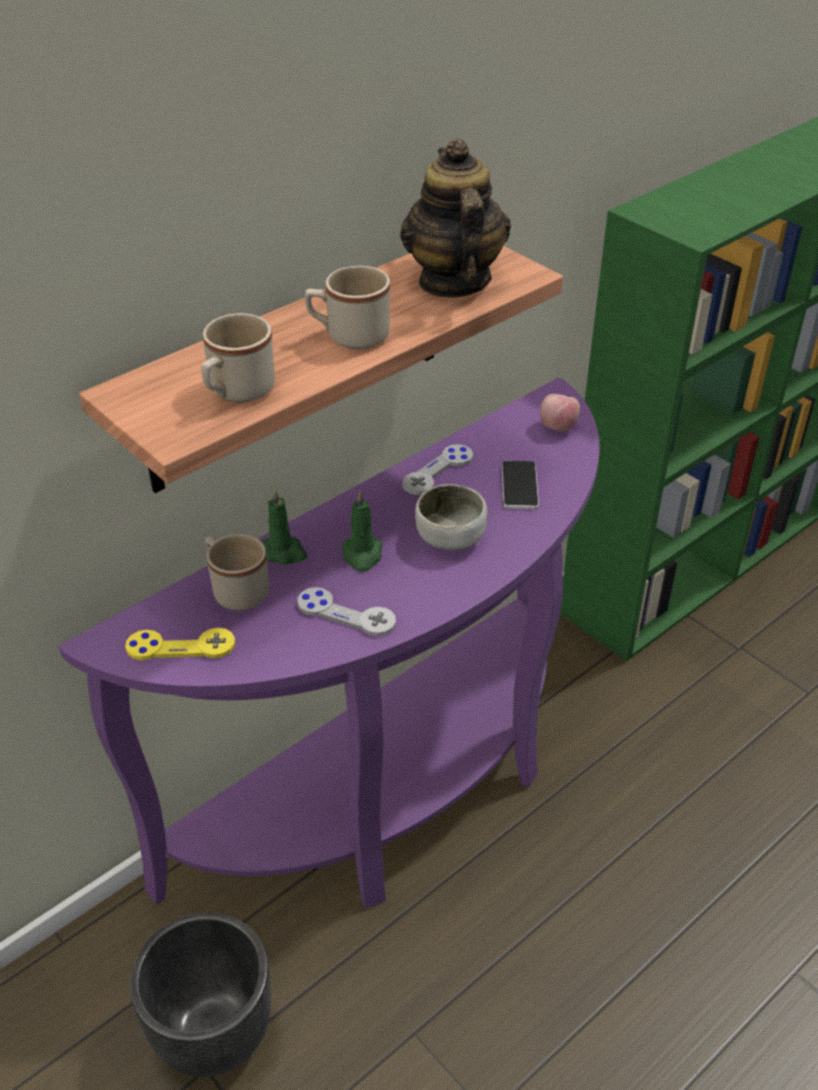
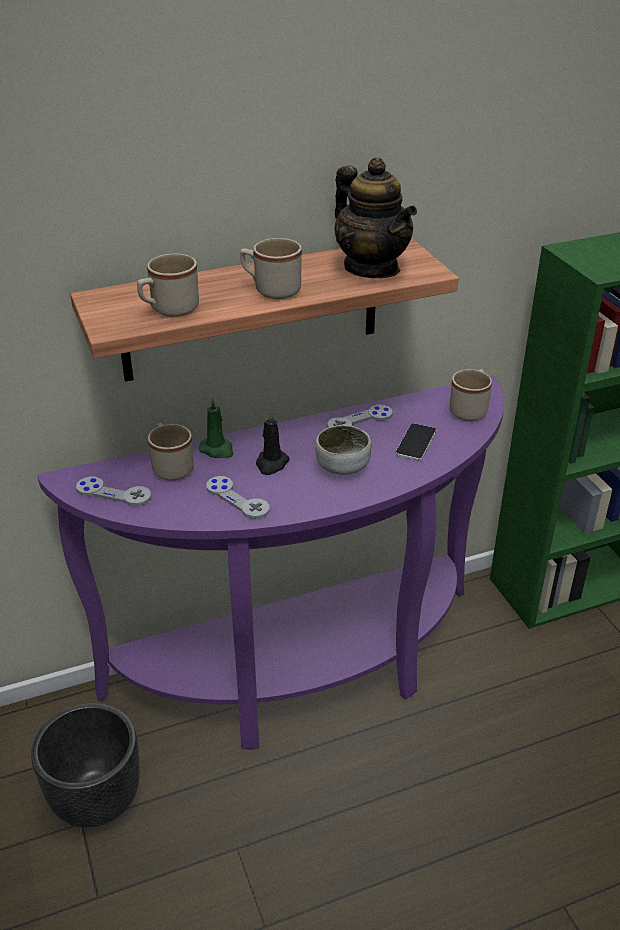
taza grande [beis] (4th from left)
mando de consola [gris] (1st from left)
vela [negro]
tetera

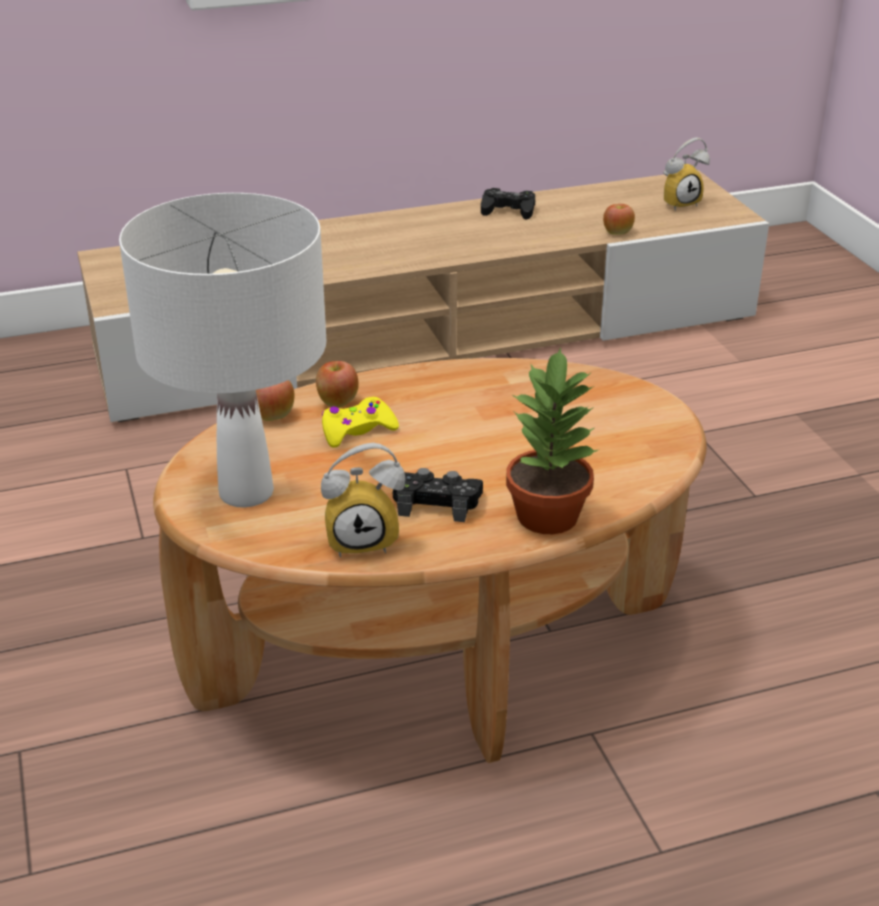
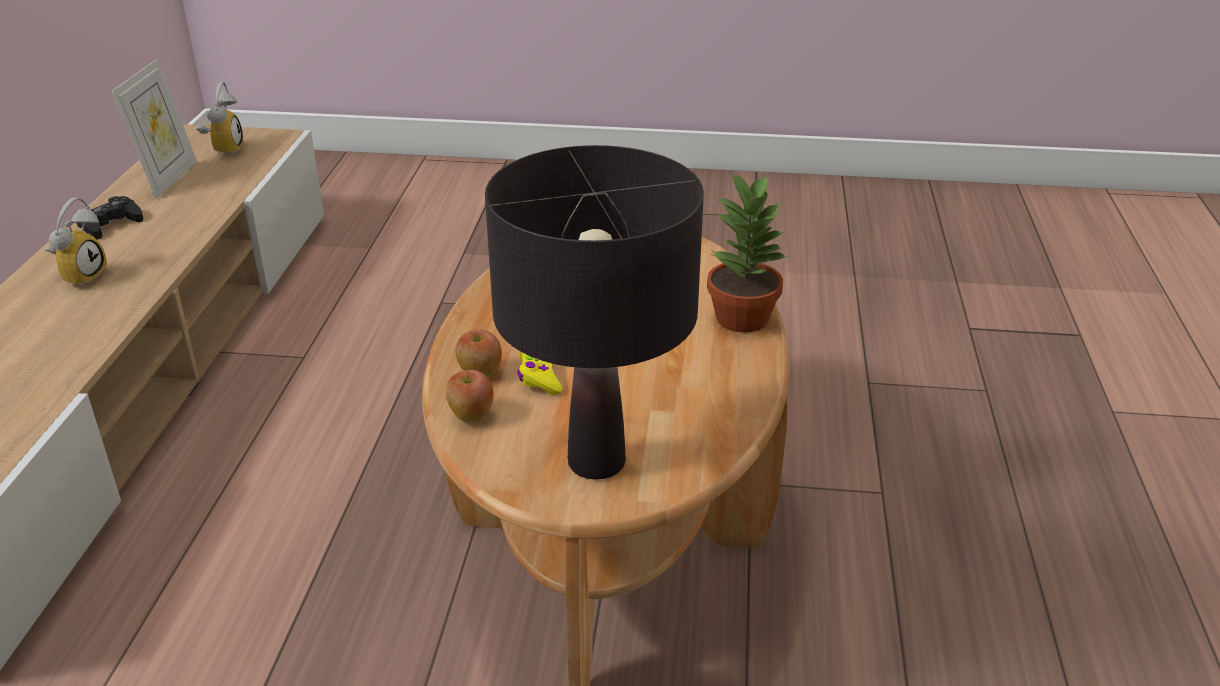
mando de consola [negro] (1st from left in the first image)
manzana (3rd from left in the first image)
portarretratos
despertador (1st from left)
lámpara de mesa [negro]

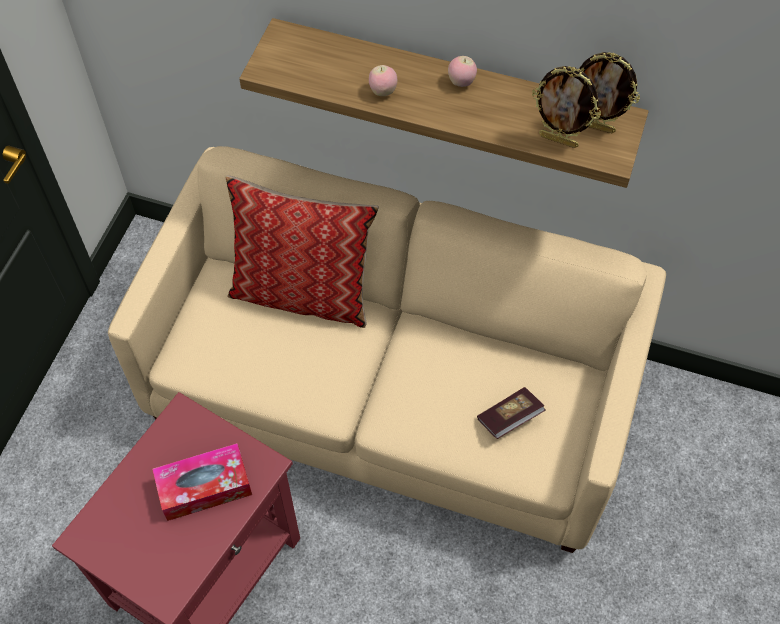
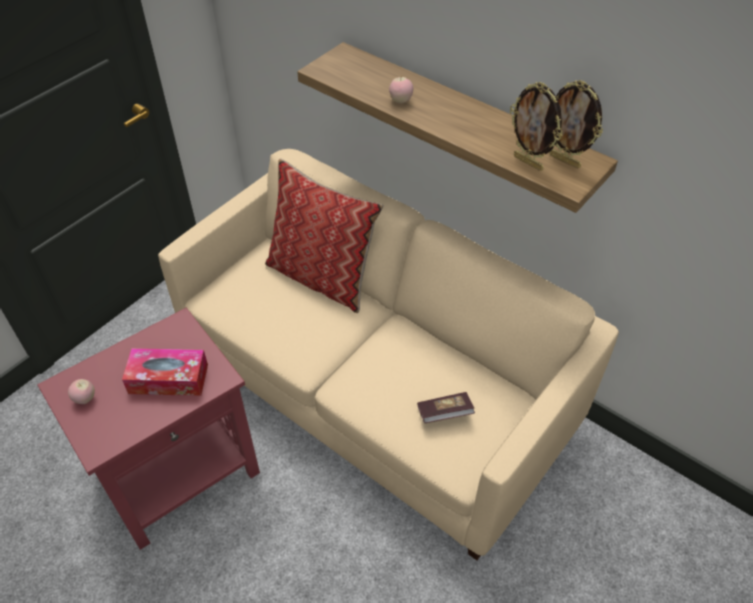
manzana (1st from left)

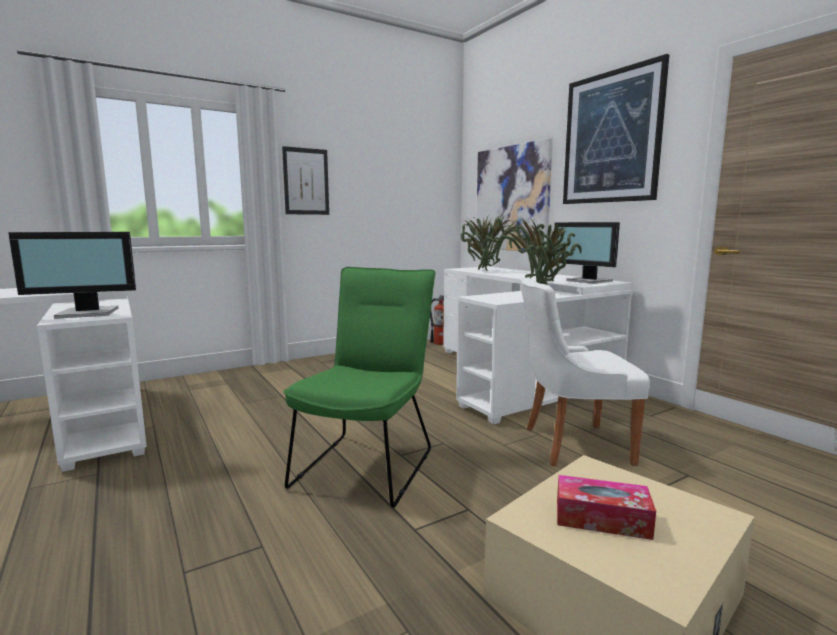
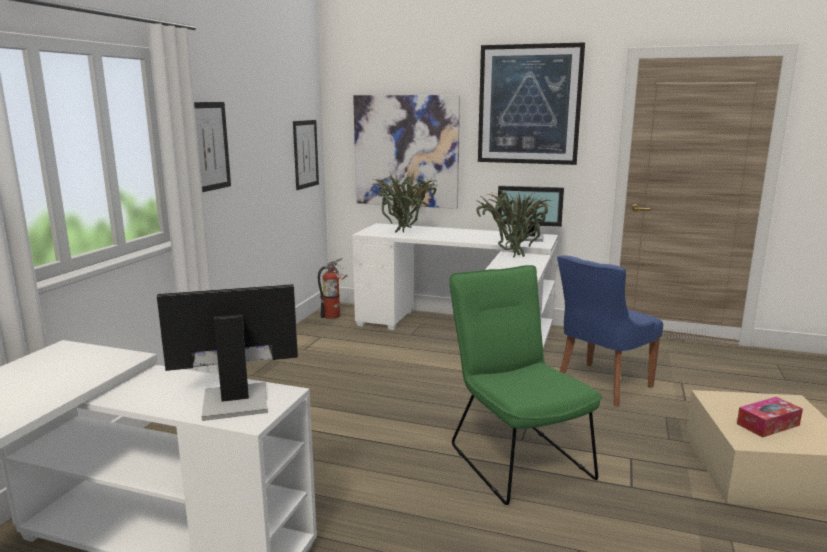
cuadro (2nd from left)
silla [azul]
monitor (1st from left)

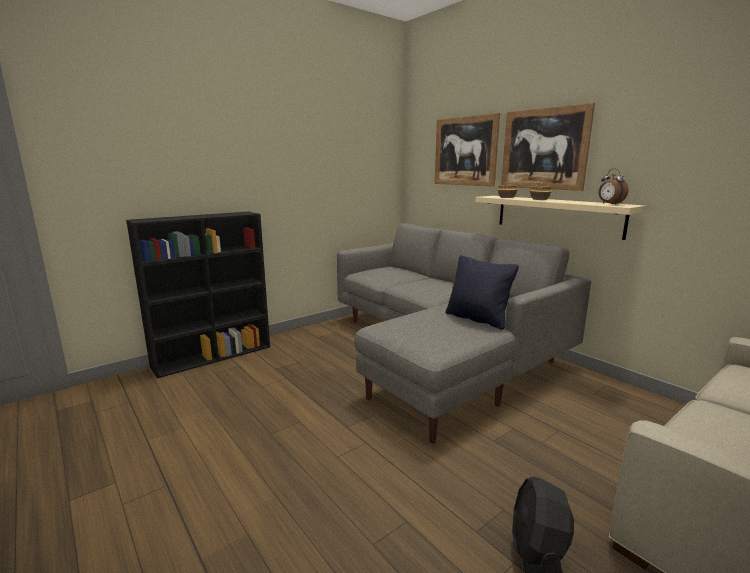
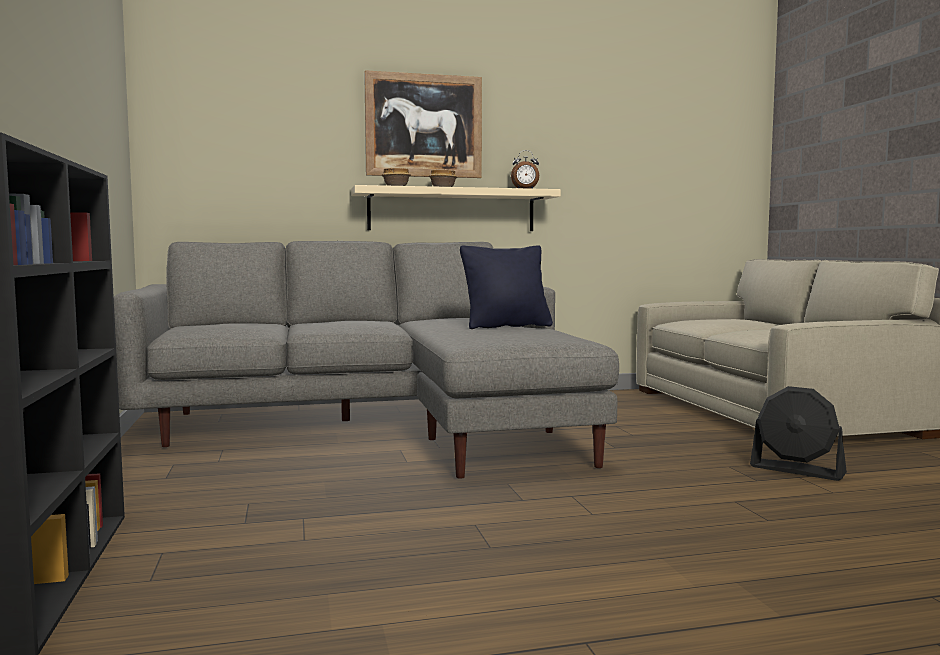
cuadro (1st from left in the first image)

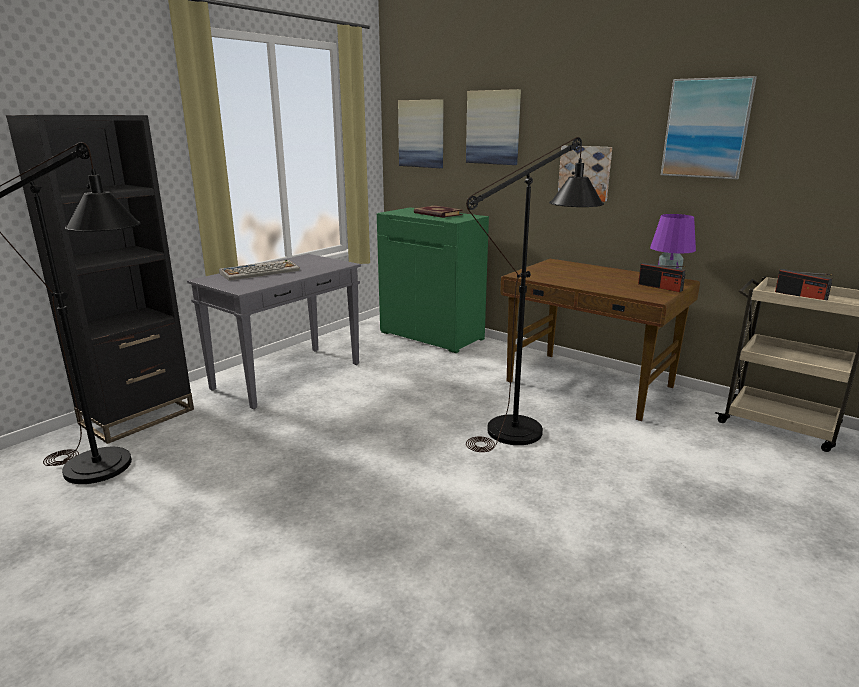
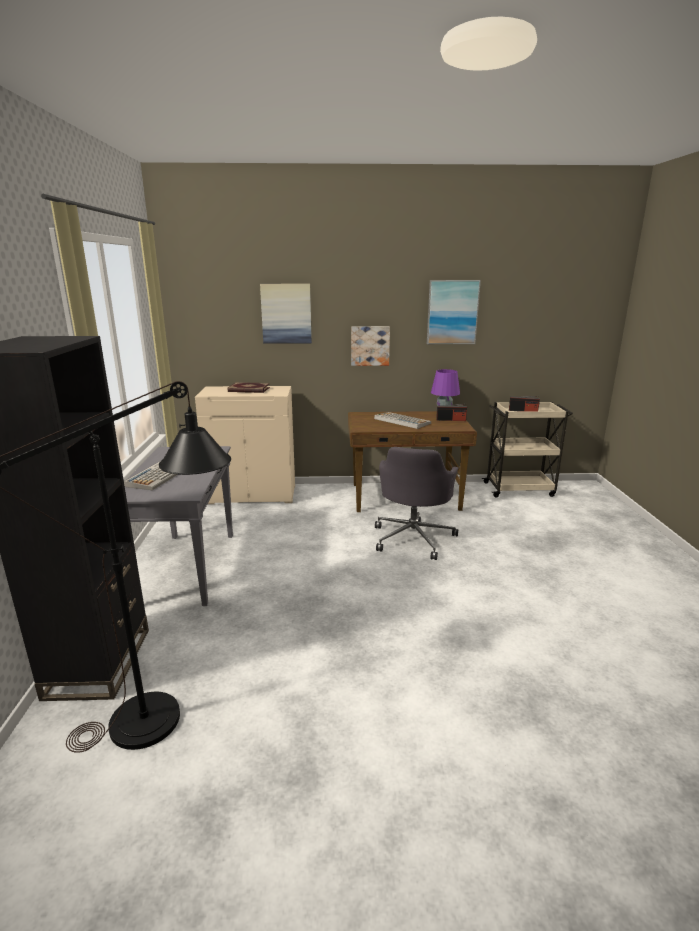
cuadro (1st from left in the first image)
teclado (2nd from left)
silla de oficina [gris]
armario [beis]

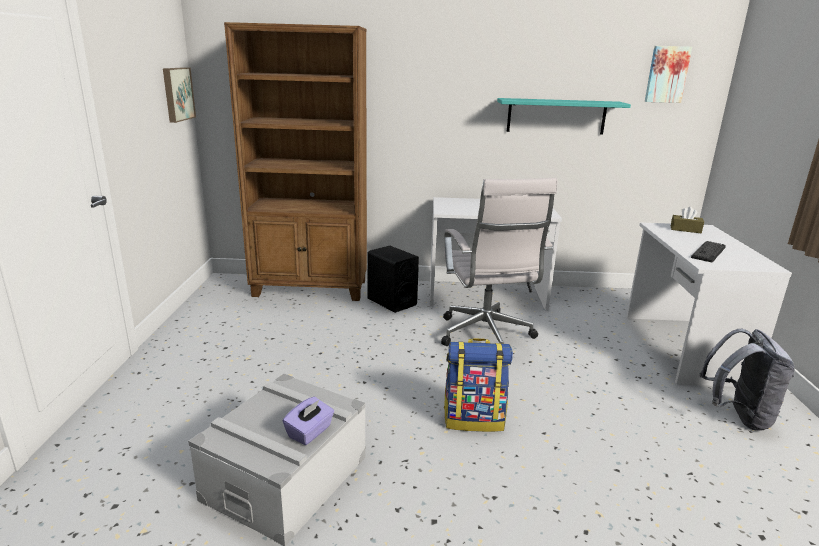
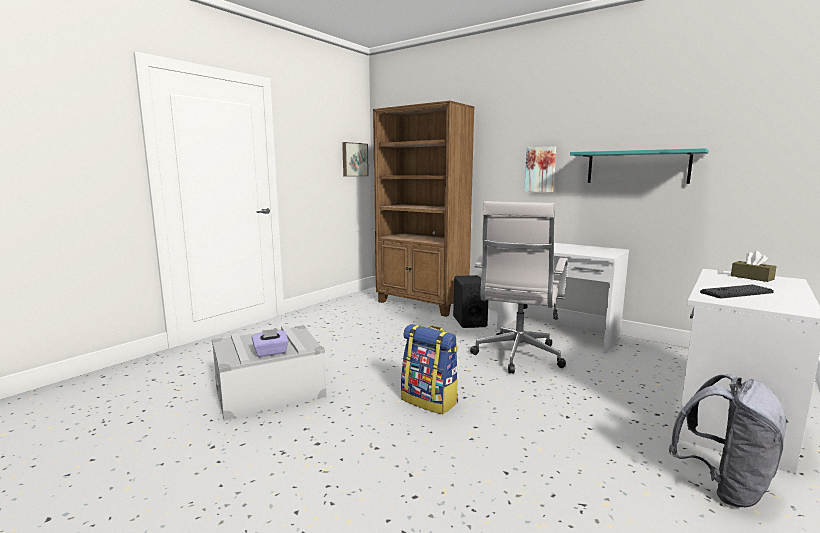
cuadro (2nd from left)

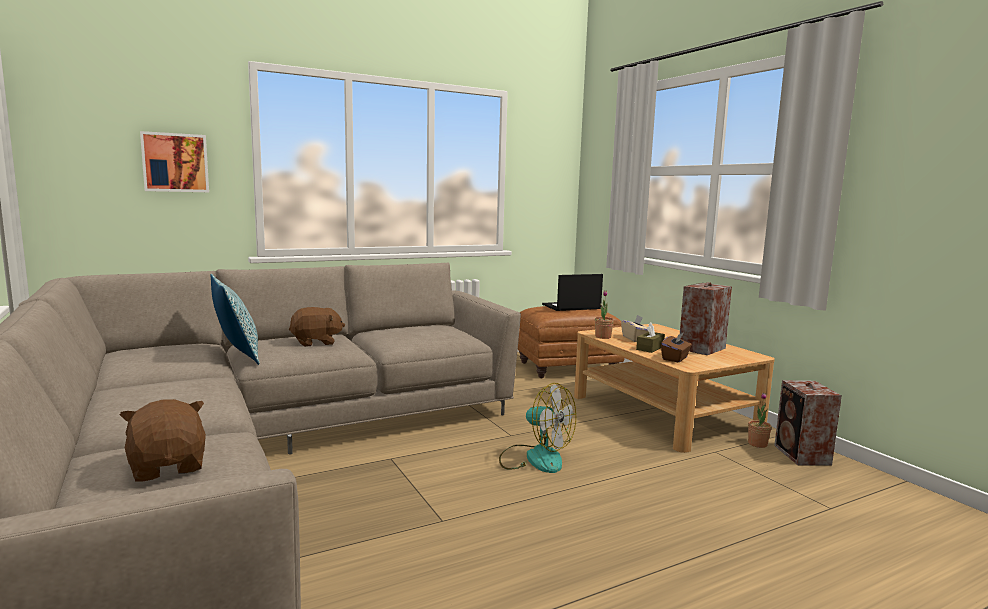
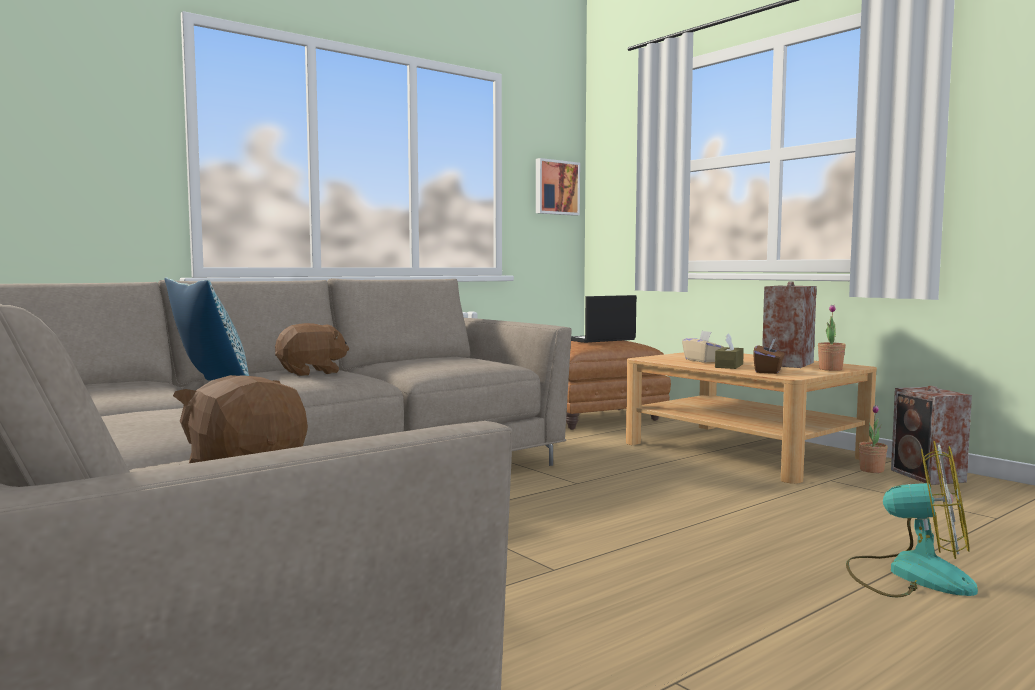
cuadro
ventilador
planta en maceta (1st from left)

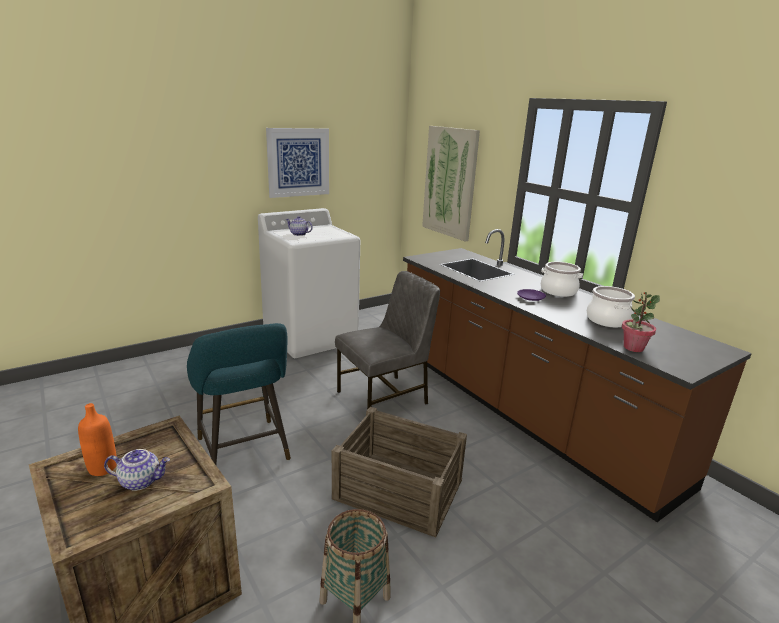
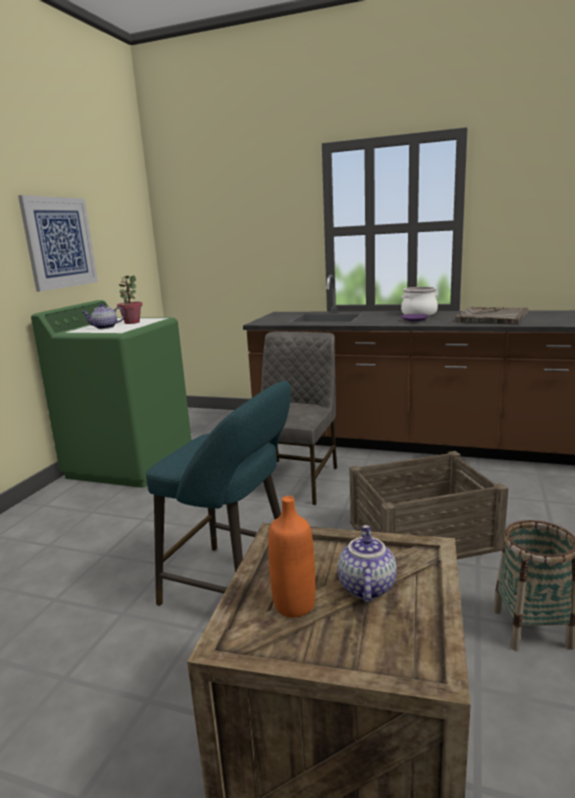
cuadro (2nd from left in the first image)
planta en maceta
bandeja [gris]
lavadora [verde]
tetera (2nd from left)

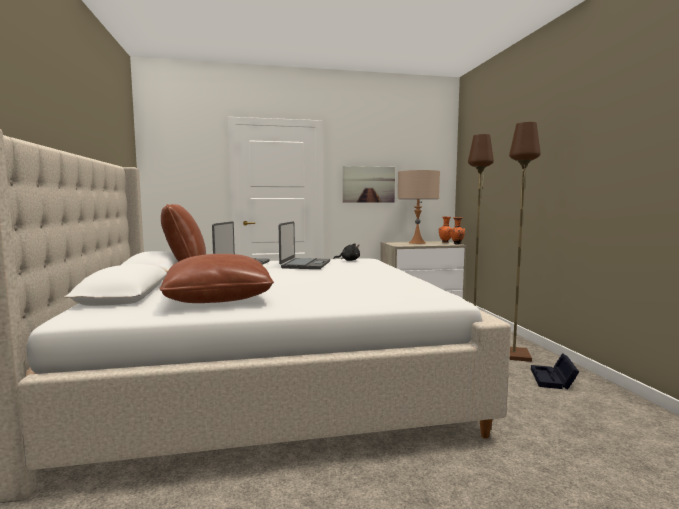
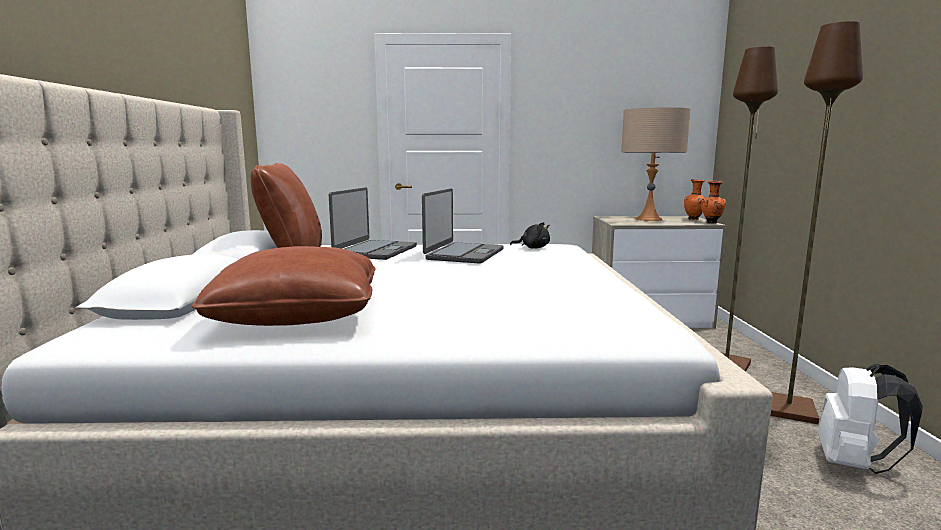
cuadro
mochila [blanco]

